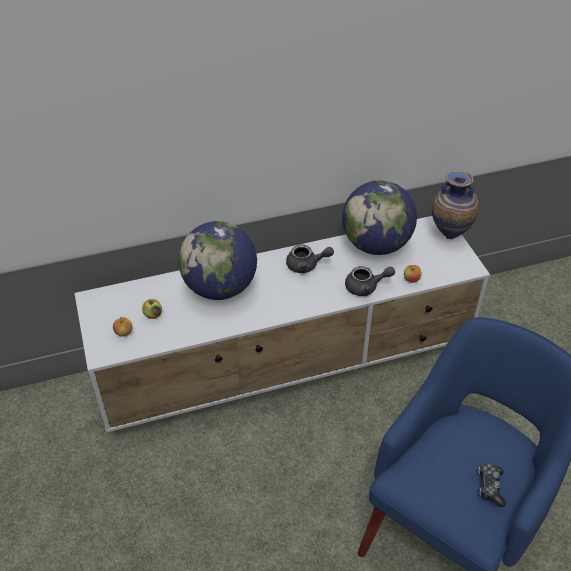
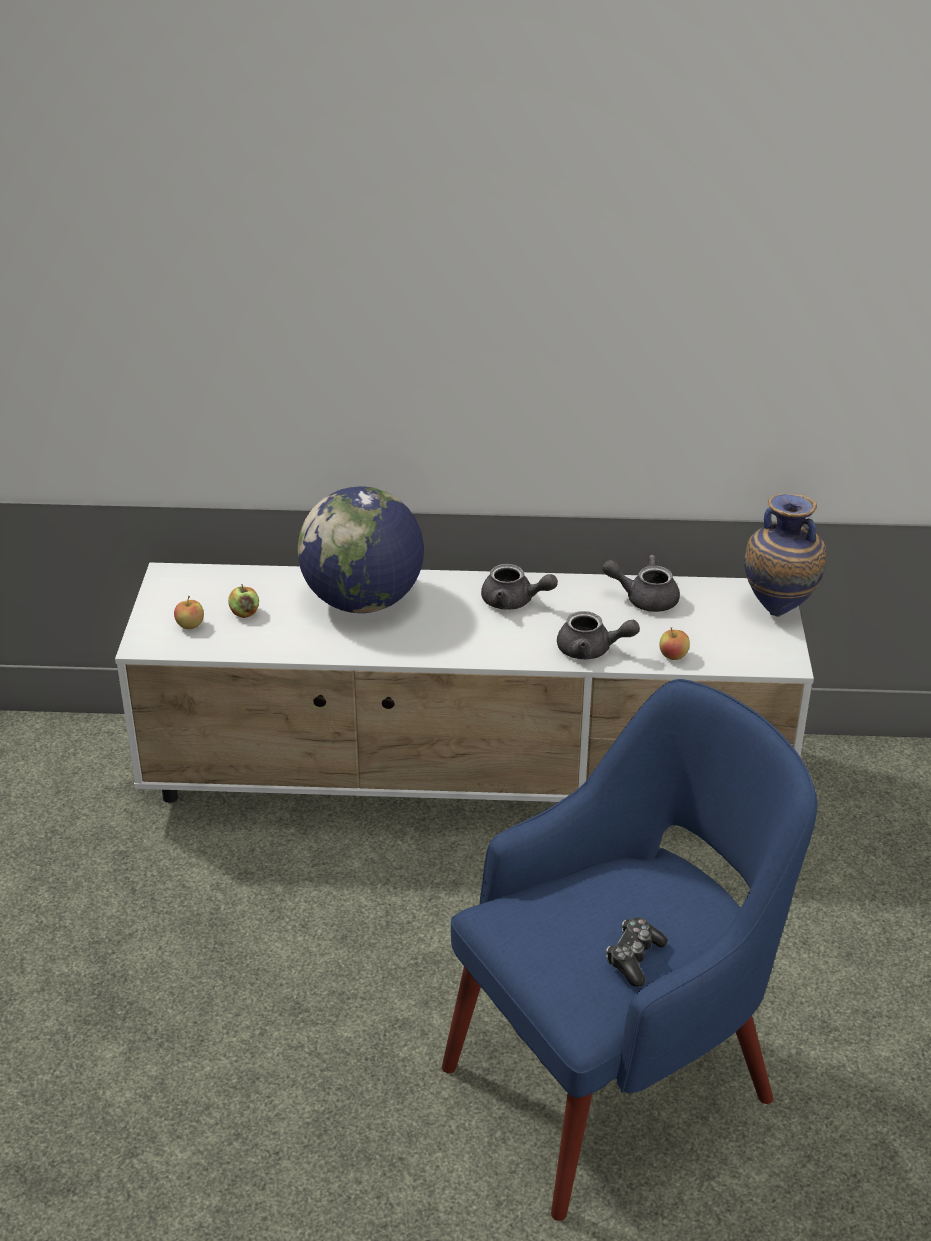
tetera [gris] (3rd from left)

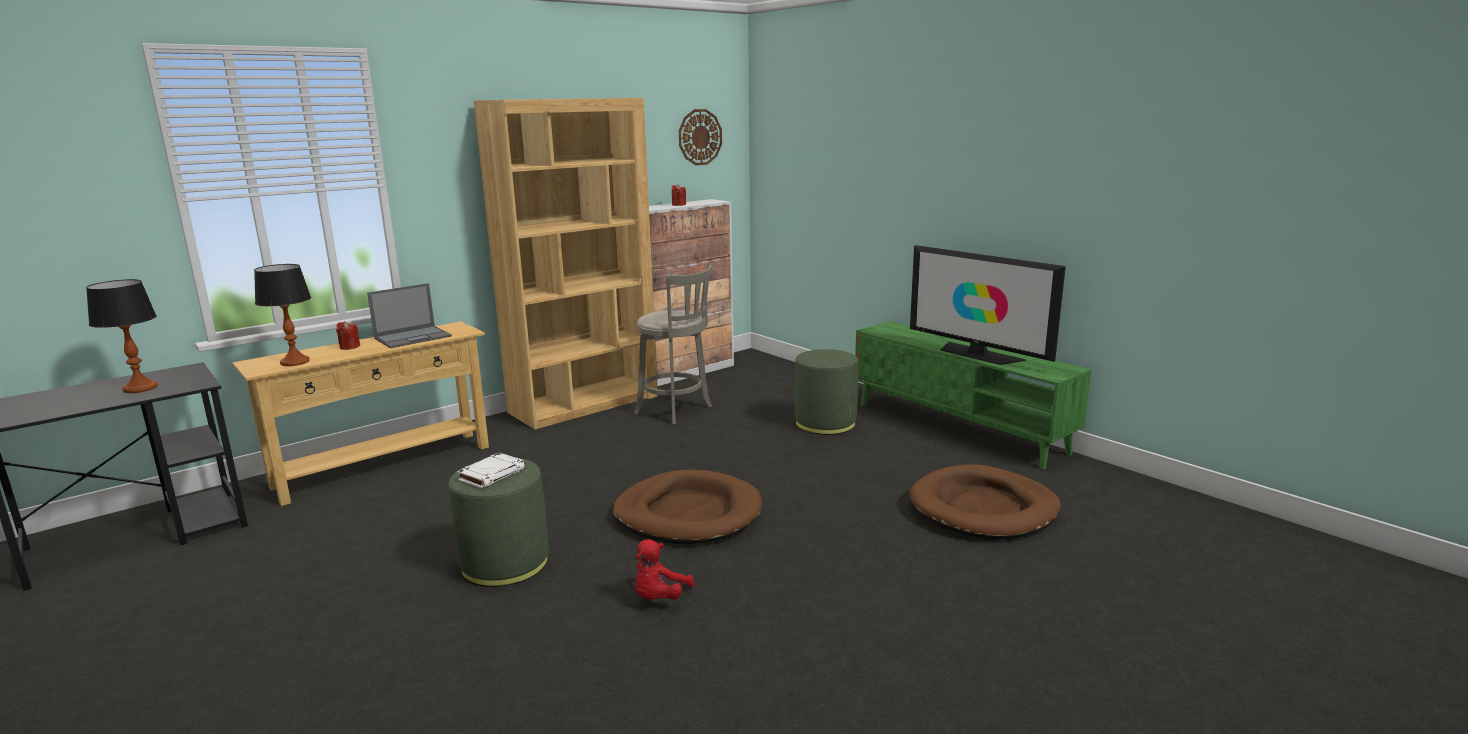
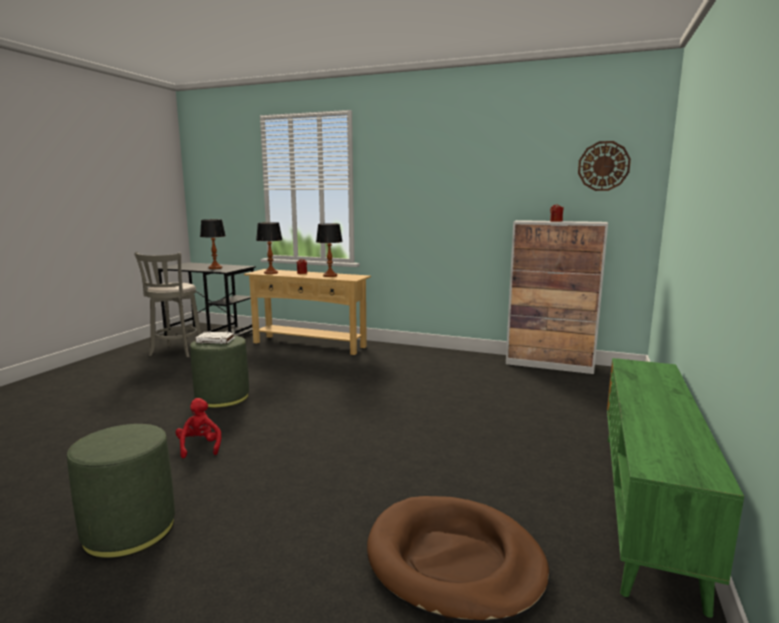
estantería [marrón]
cama para perro [marrón] (1st from left in the first image)
televisor
taburete [gris]
puf [verde] (1st from left)
lámpara de mesa (3rd from left)
peluche [rojo]

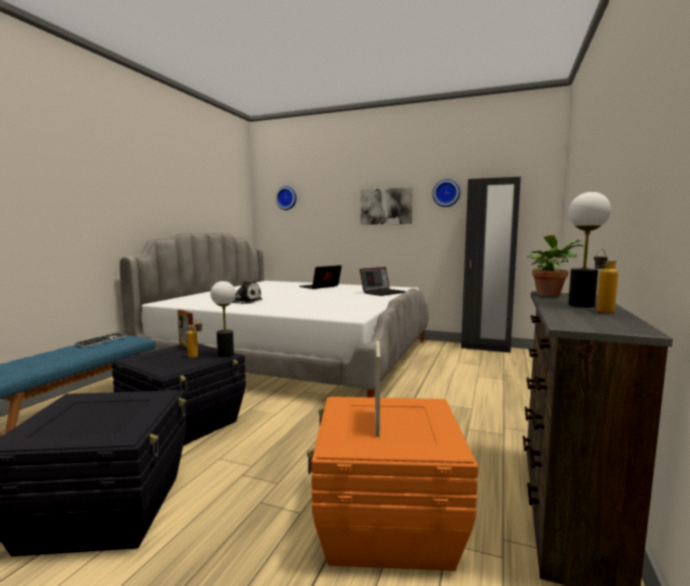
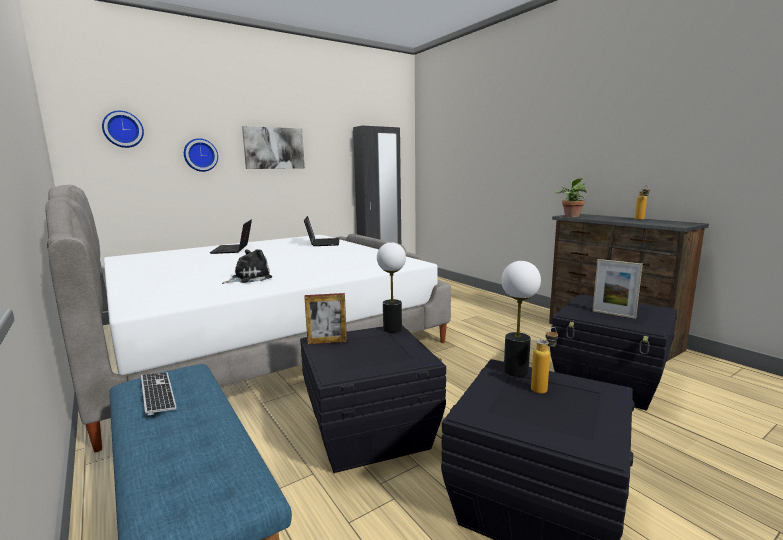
botella (1st from left)
reloj de pared (2nd from left)
lámpara de mesa (2nd from left)
caja de almacenaje [negro] (3rd from left)

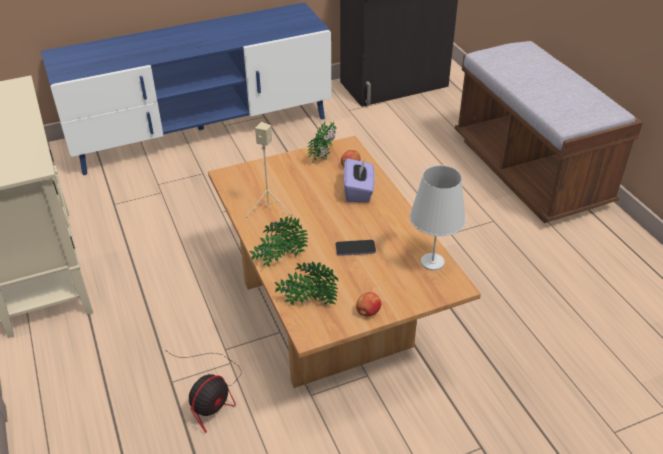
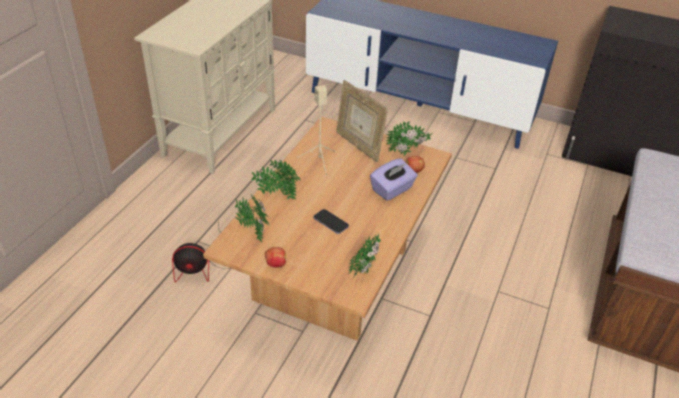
portarretratos
planta en maceta (3rd from left)

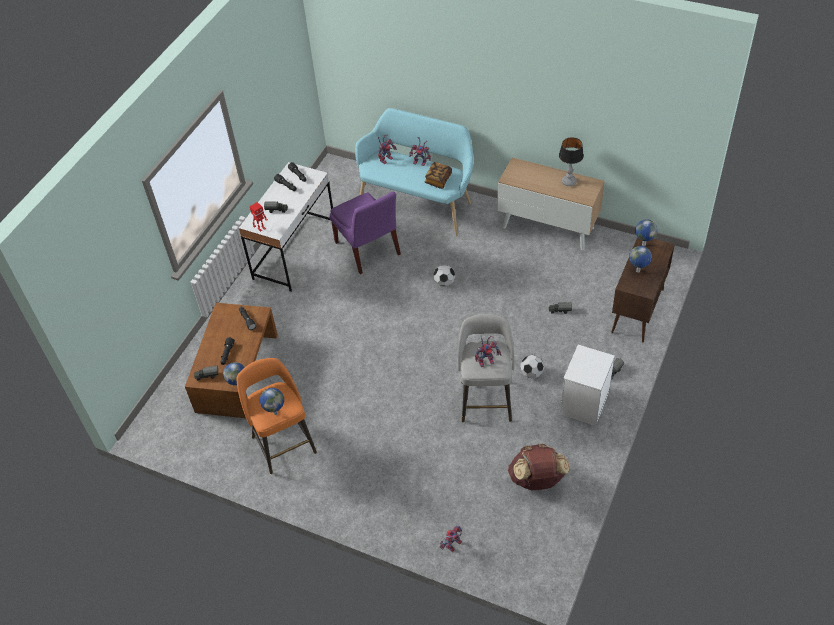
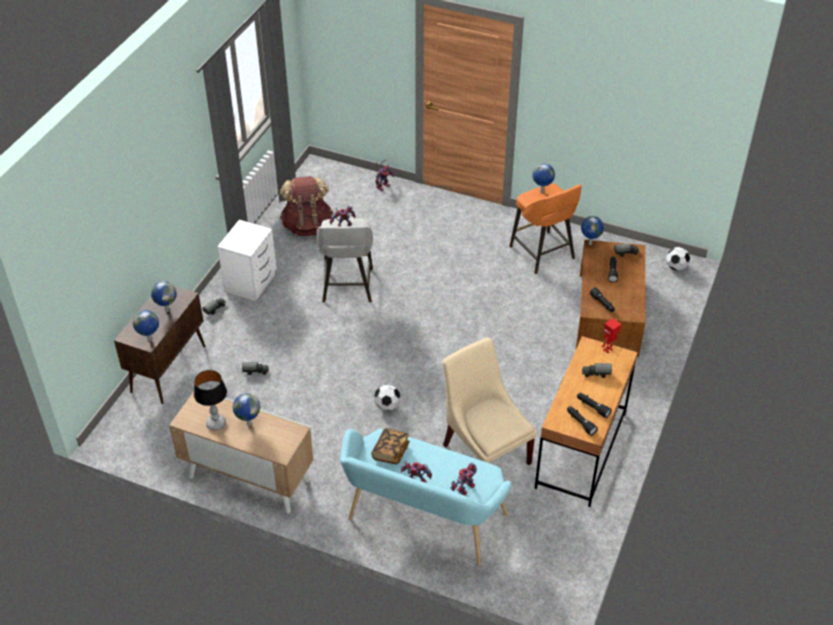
globo terráqueo (3rd from left)
balón de fútbol (2nd from left)
escritorio [marrón]
silla [beis]

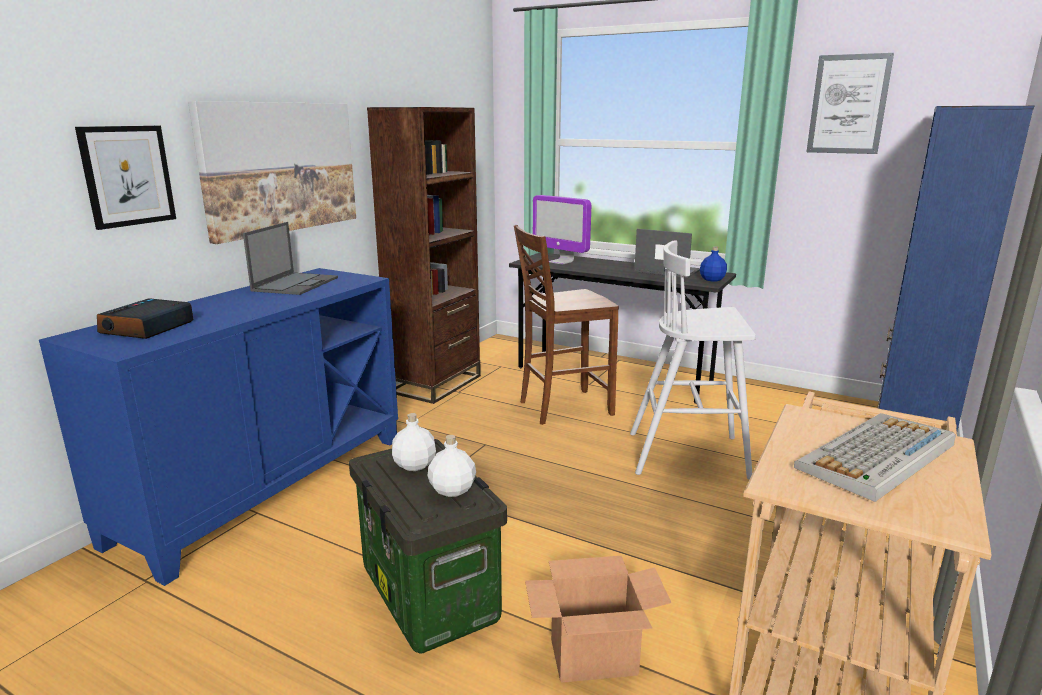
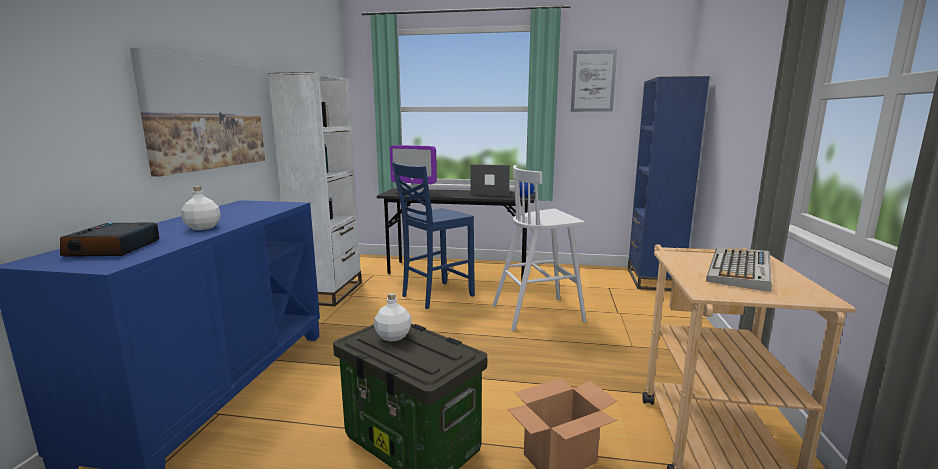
cuadro (1st from left in the first image)
portátil (1st from left in the first image)
botella [blanco] (1st from left)
estantería [blanco]
silla [azul]

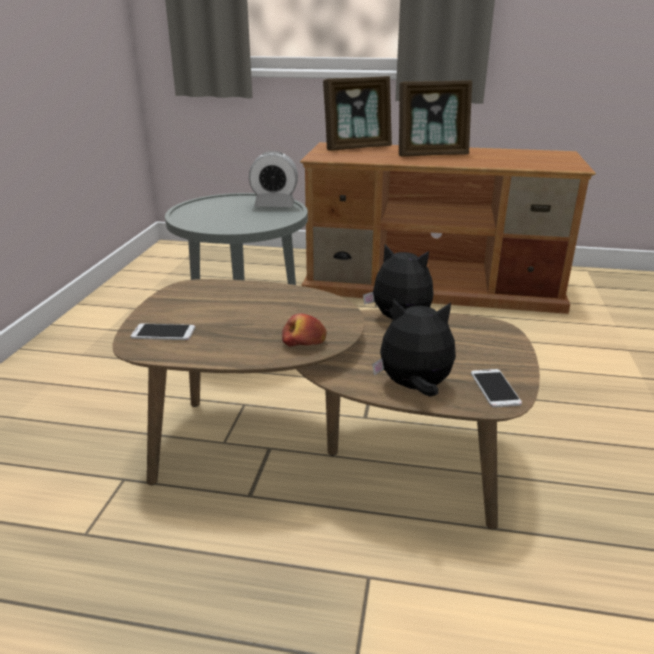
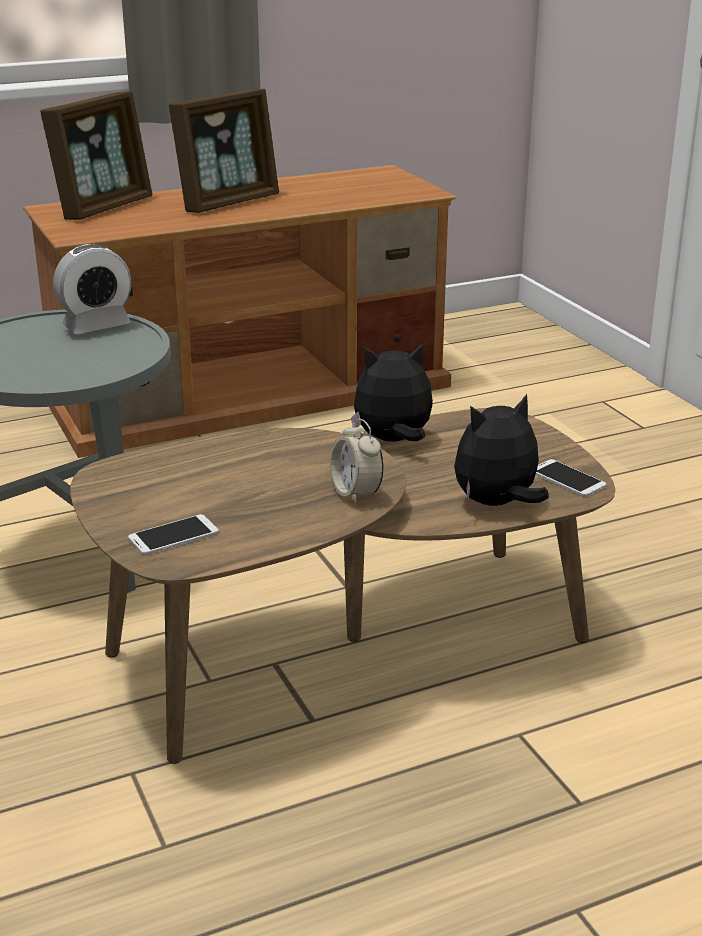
despertador (2nd from left)

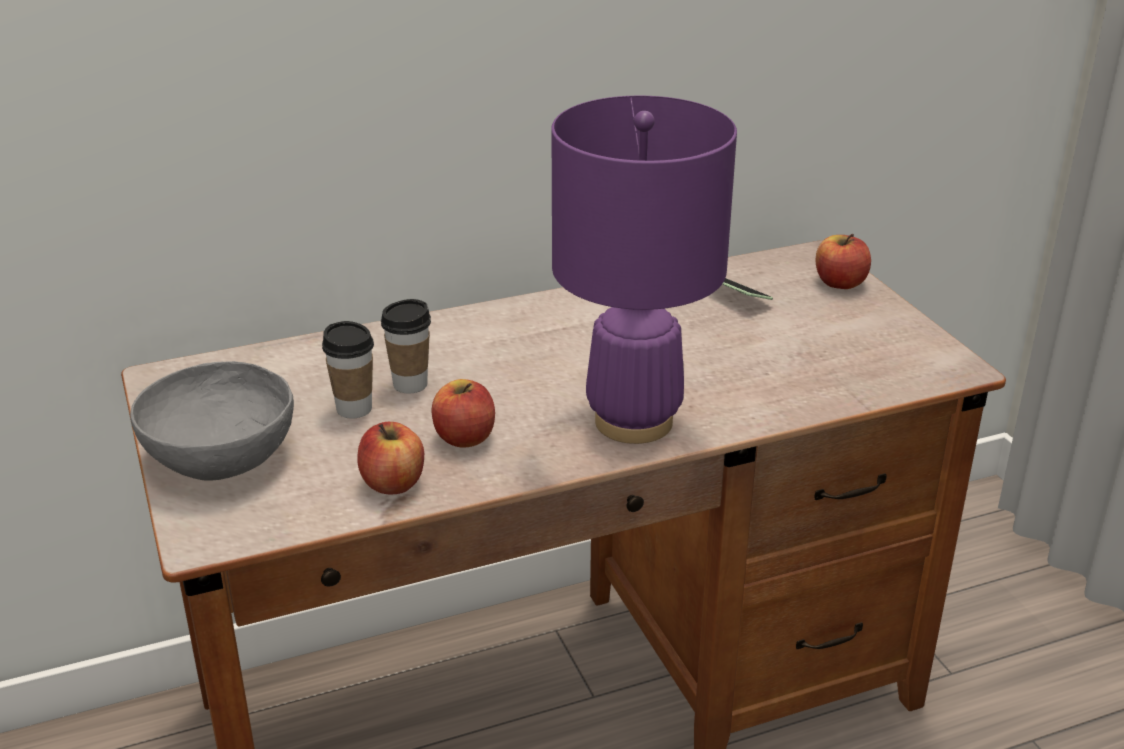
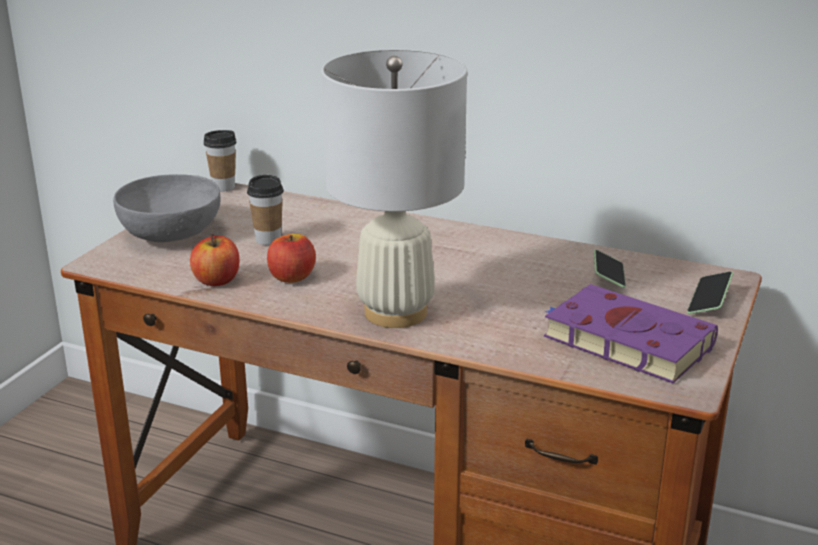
libro [morado]
taza (1st from left)
móvil (2nd from left)
lámpara de mesa [blanco]

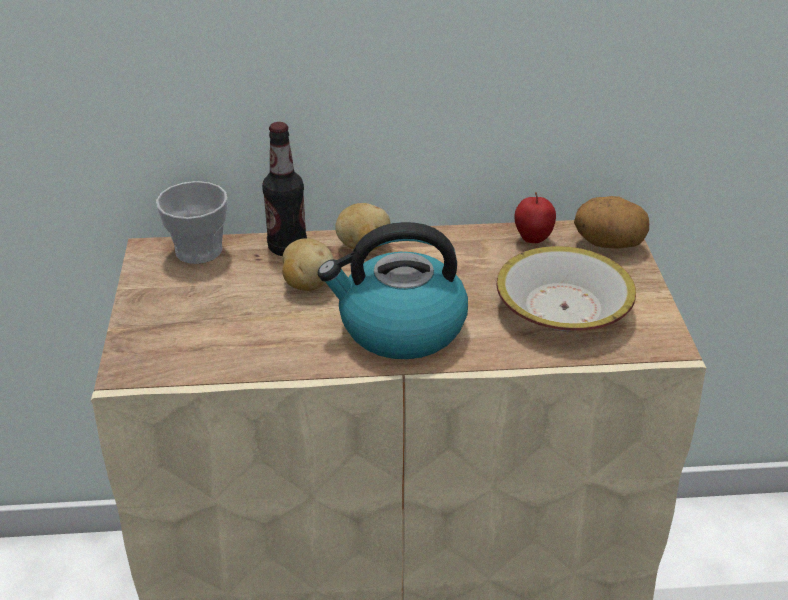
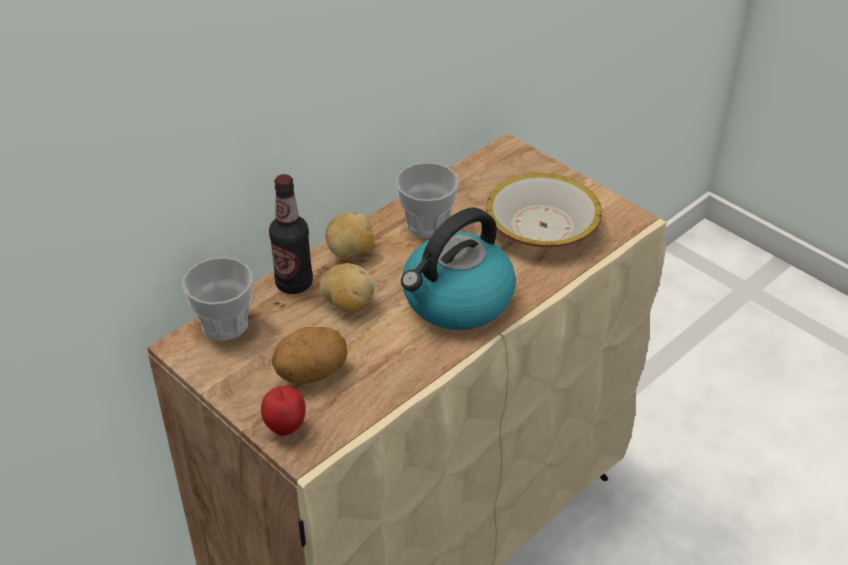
taza (2nd from left)
manzana
patata (1st from left)

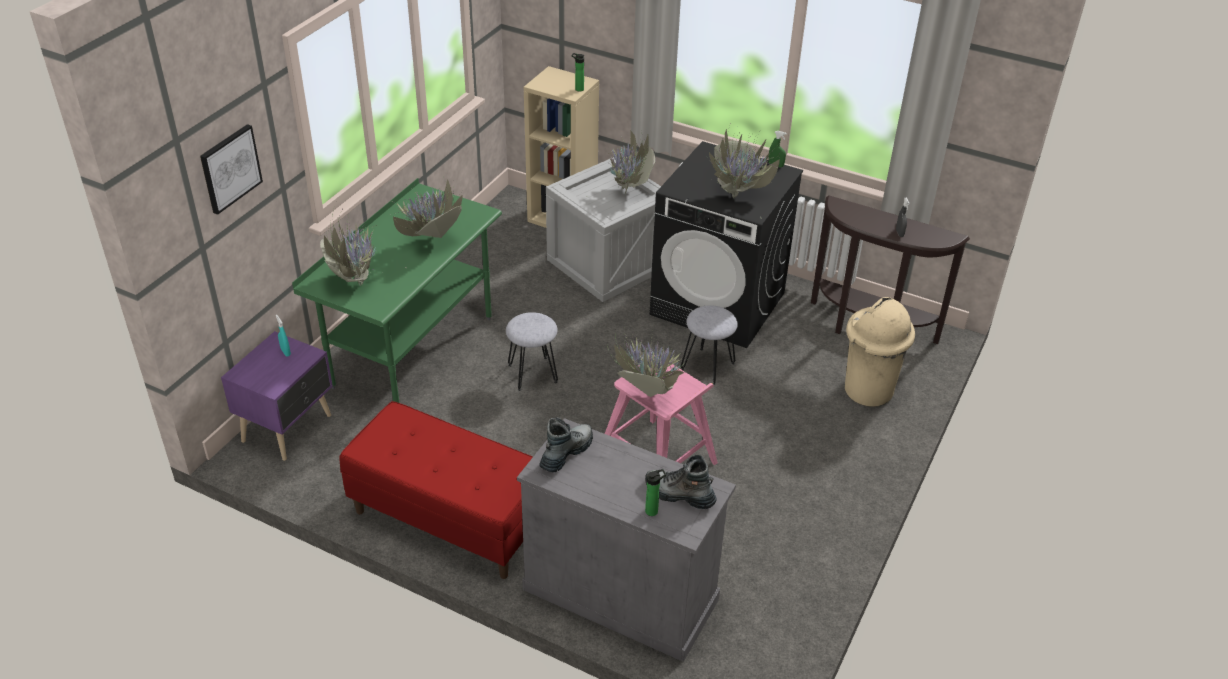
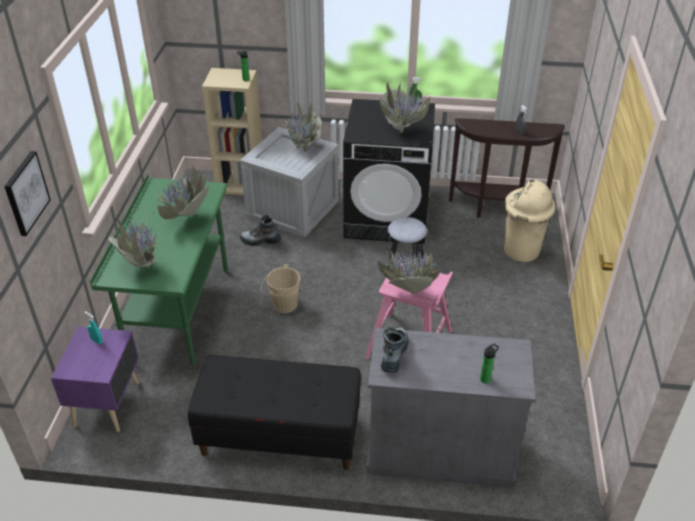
bota (1st from left)
cubo [beis]
banco [negro]

